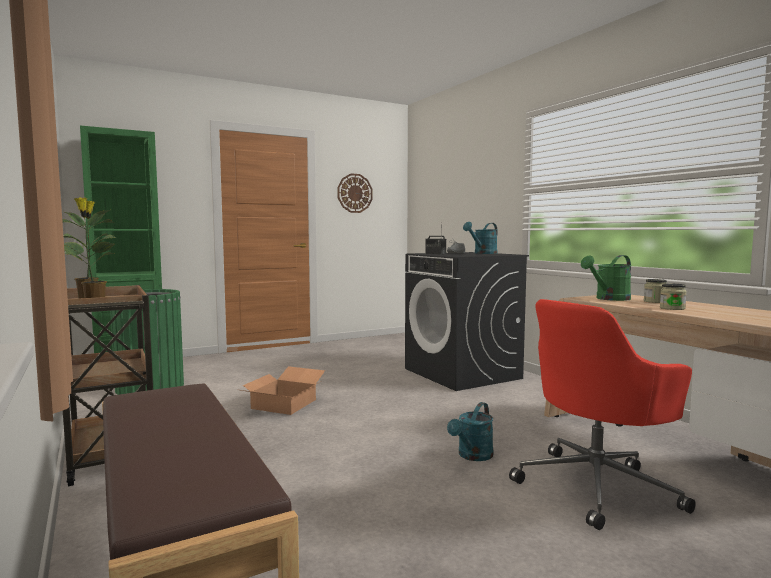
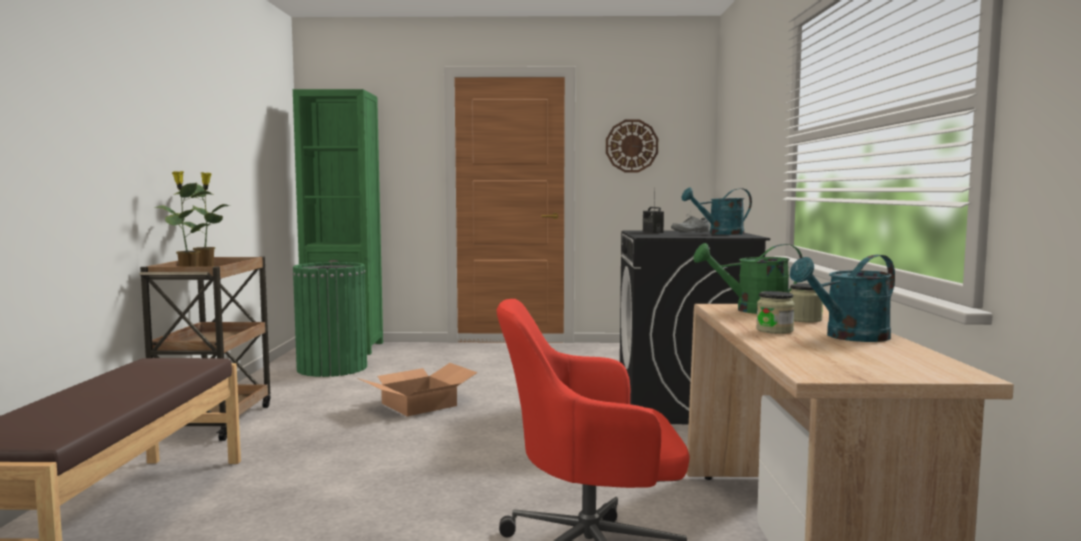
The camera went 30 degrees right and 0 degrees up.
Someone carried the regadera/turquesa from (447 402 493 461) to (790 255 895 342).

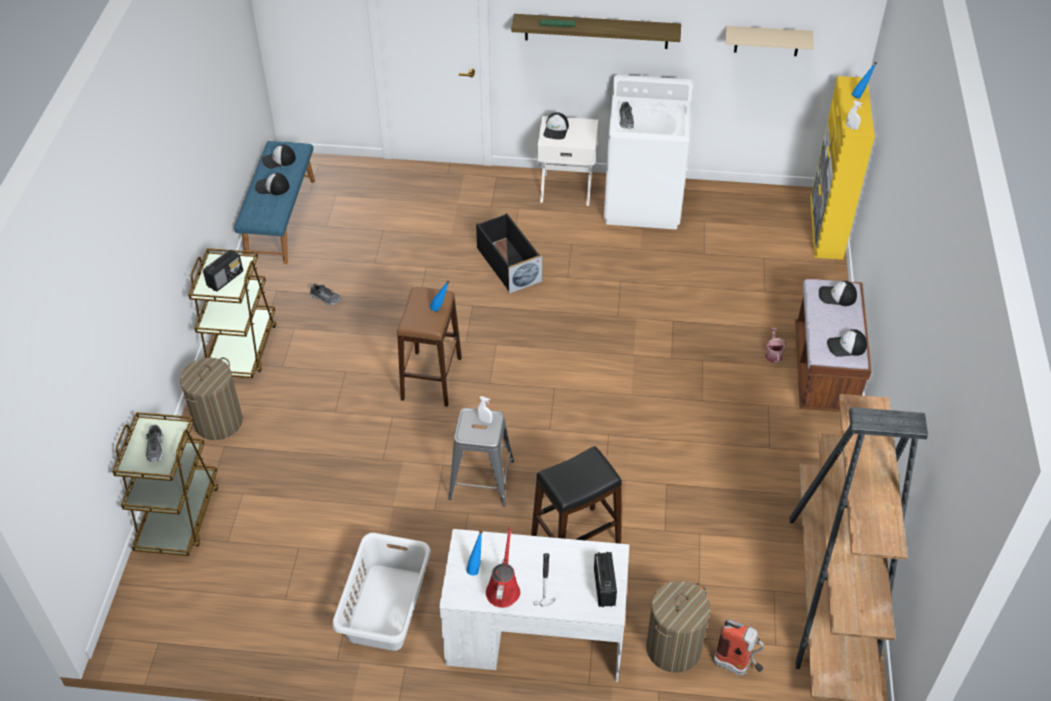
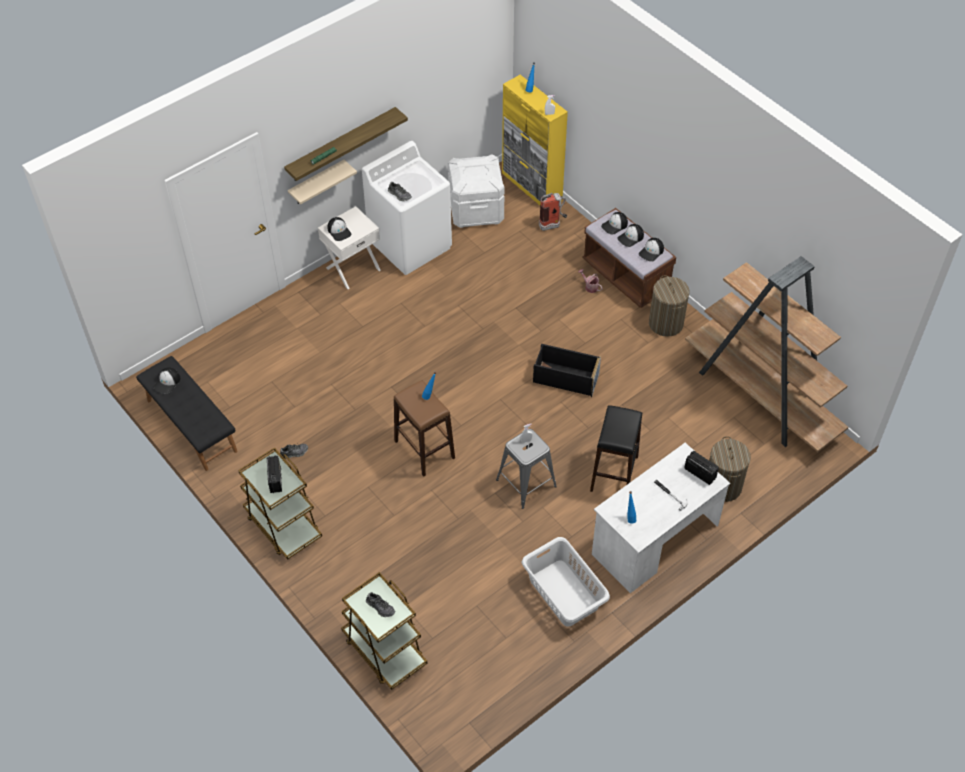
The camera went 45 degrees left and 5 degrees up.
Someone carried the cesto de la ropa from (180 358 242 440) to (649 275 690 337).
Someone repainted the banco/azul at (234 141 315 264), which became the banco/negro at (136 356 237 471).
Someone carried the gorra from (255 173 289 195) to (618 224 644 247).
Someone carried the caja de almacenaje/negro from (476 213 543 294) to (533 344 601 397).
Someone took away the regadera/rojo at (486 527 520 608).
Someone carried the extintor from (713 619 764 676) to (539 193 567 231).
Someone carried the estante/beis from (726 26 814 56) to (288 160 357 205).
Someone put down the caja de almacenaje/blanco at (448 155 505 228).

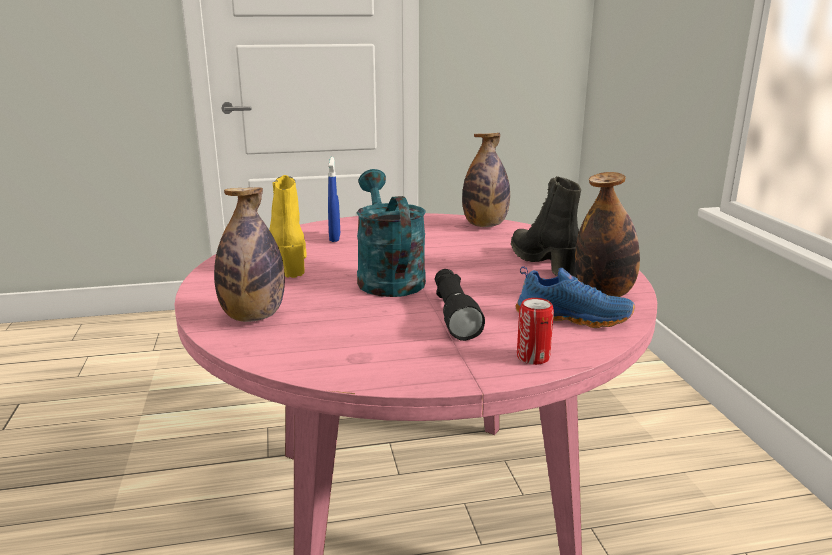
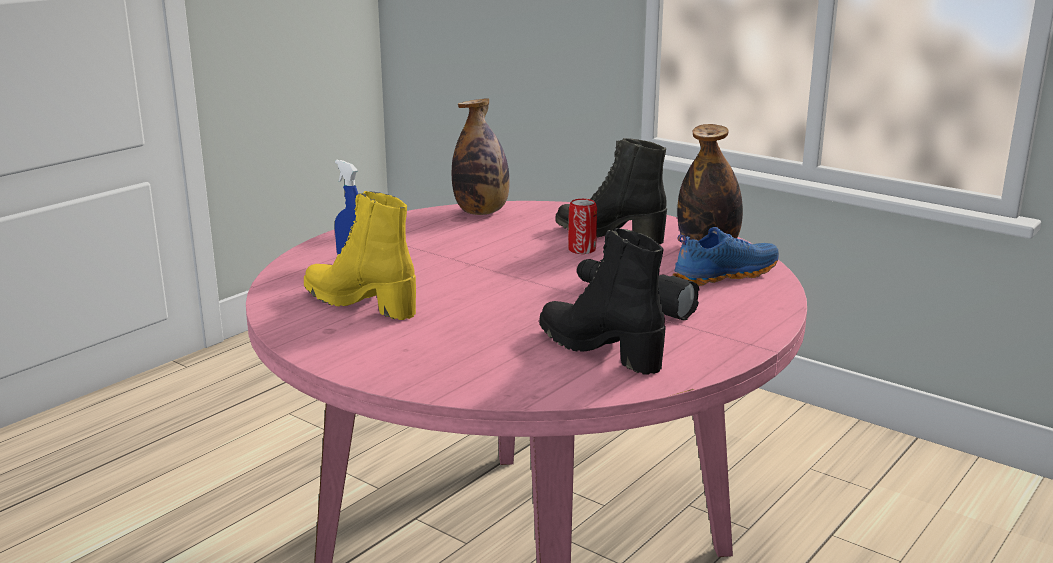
The camera went 40 degrees left and 0 degrees up.
Someone took away the botella at (214 187 285 322).
Someone took away the regadera/turquesa at (356 169 426 297).
Someone carried the lata from (517 298 554 365) to (568 199 597 254).
Someone put down the bota/negro at (539 228 666 375).

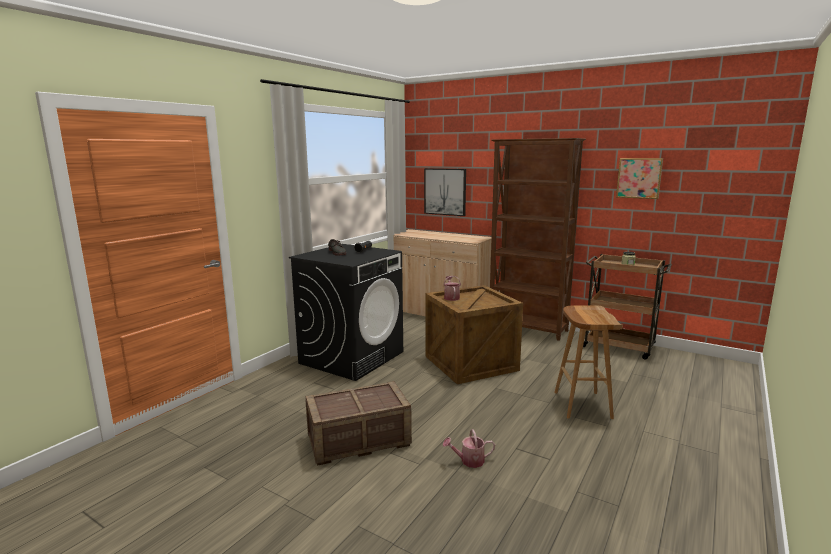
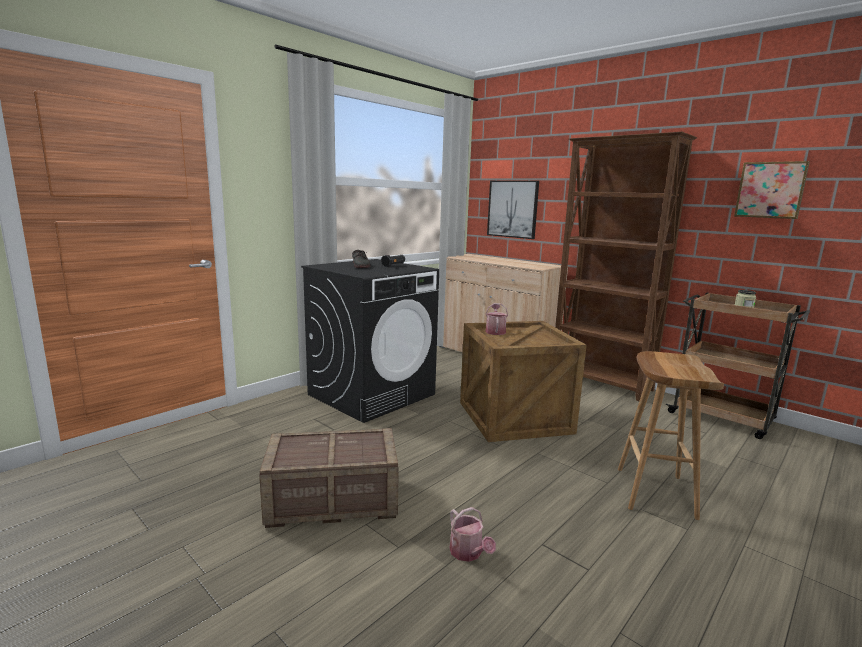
The camera went 10 degrees right and 0 degrees up.
Someone rotated the regadera at (443 429 495 468) by 120 degrees counterclockwise.

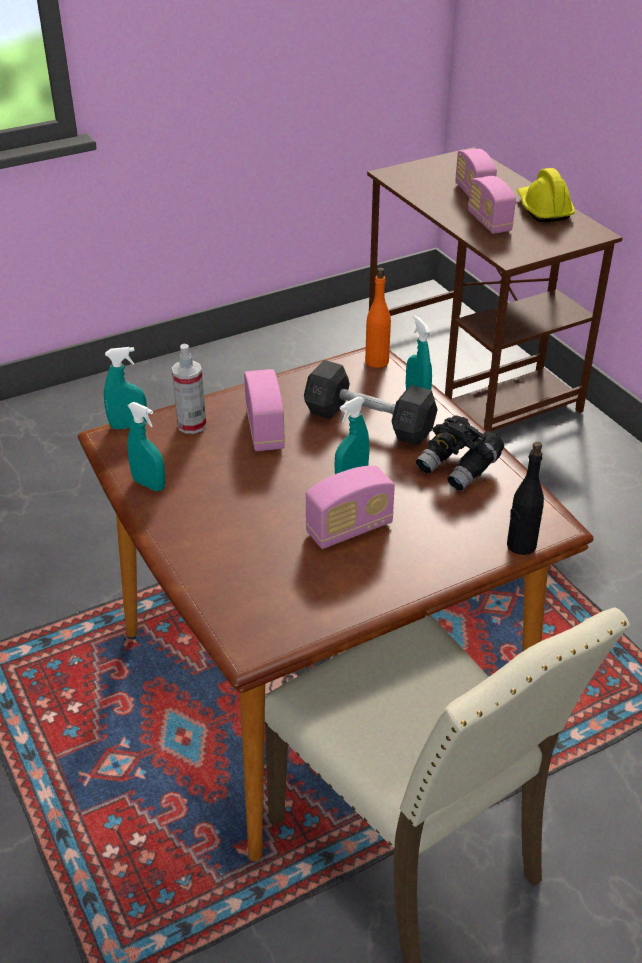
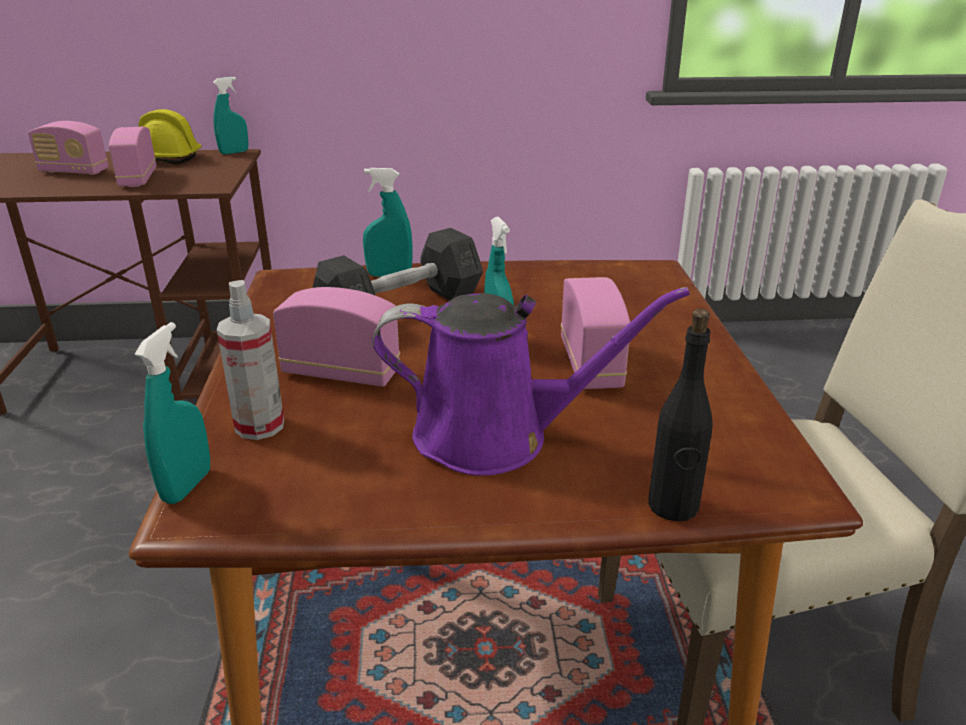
The camera went 65 degrees left and 10 degrees down.
Someone carried the pulverizador/turquesa from (127 402 165 491) to (213 77 249 155).
Someone took away the botella/naranja at (365 268 391 368).
Someone took away the prismáticos/negro at (416 415 504 491).
Someone rotated the radio at (468 176 516 234) by 75 degrees clockwise.
Someone carried the botella/negro from (507 442 544 555) to (648 309 713 521).
Someone put down the regadera/morado at (372 287 690 476).

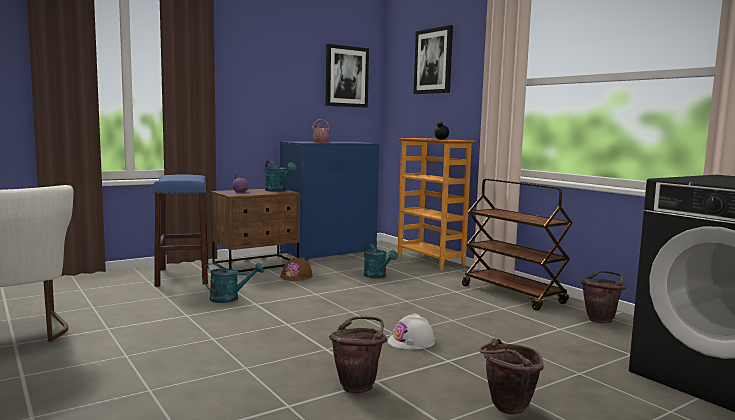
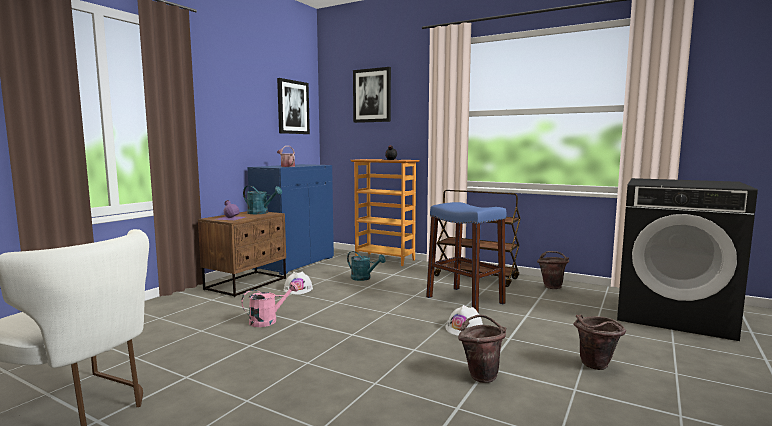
The camera went 25 degrees left and 0 degrees up.
Someone carried the taburete/azul from (153 175 209 287) to (426 202 506 313).
Someone repainted the regadera/turquesa at (202 262 264 303), which became the regadera/rosa at (241 282 298 327).
Someone repainted the casco/marrón at (280 257 313 281), which became the casco/blanco at (283 271 313 294).

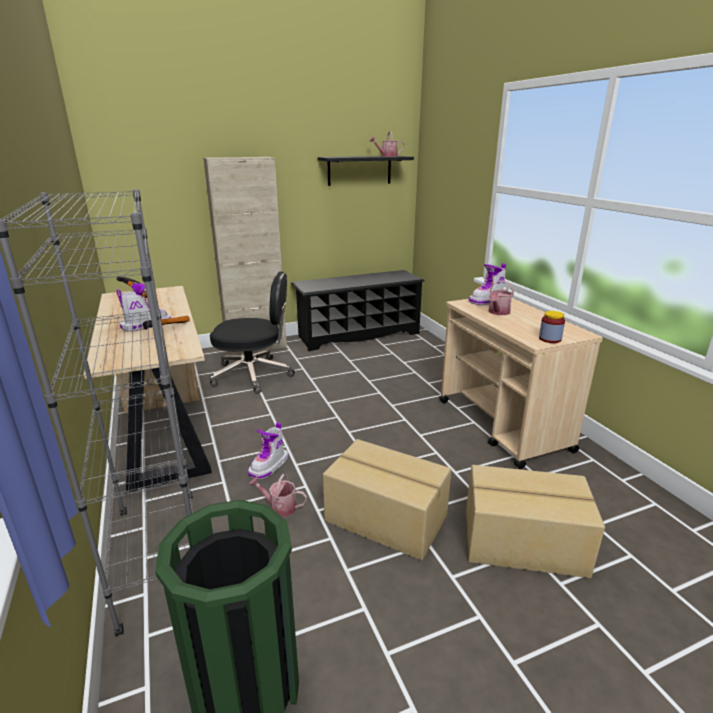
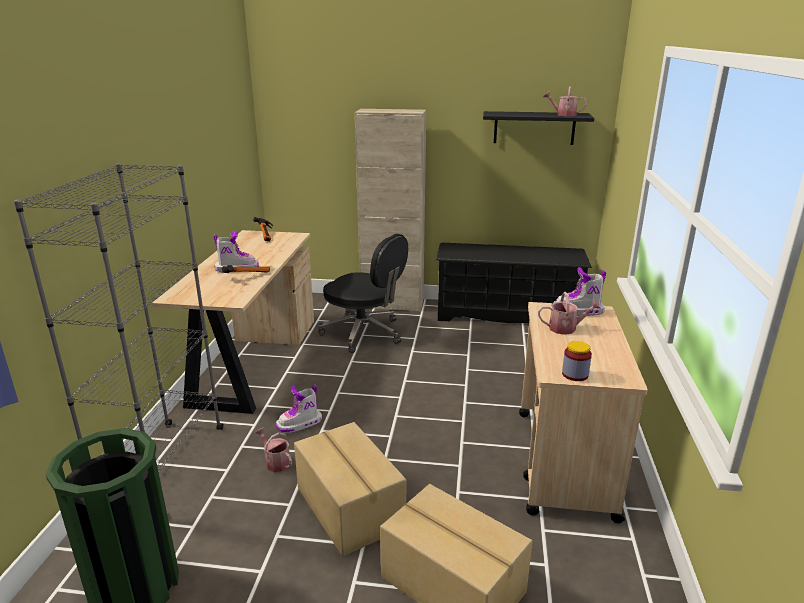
The camera went 30 degrees right and 0 degrees up.
Someone rotated the regadera at (489 280 514 315) by 150 degrees counterclockwise.

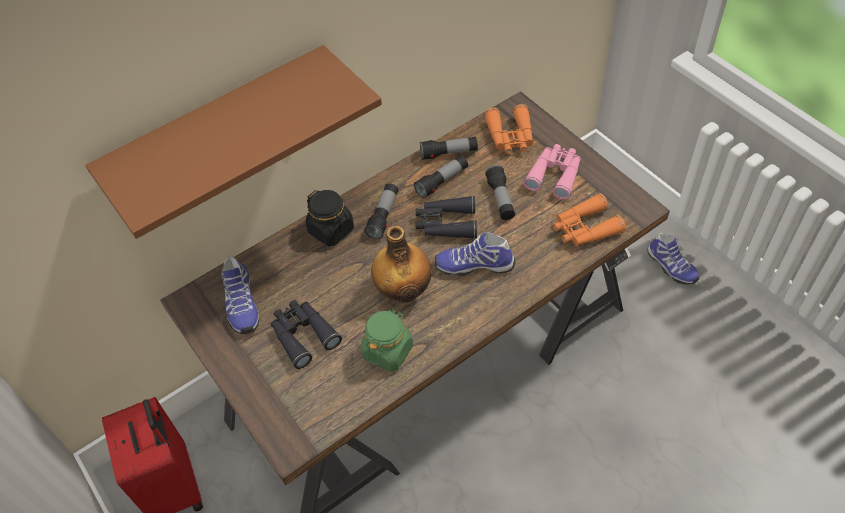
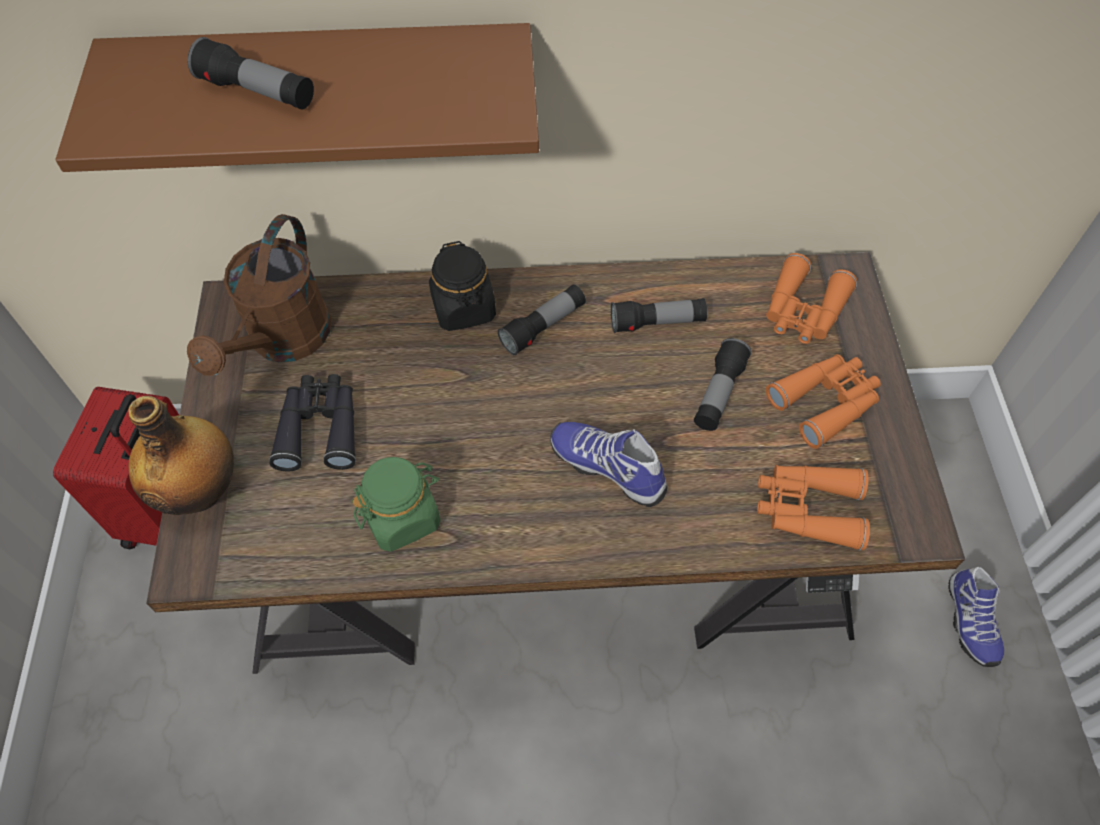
The camera went 30 degrees right and 5 degrees up.
Someone swapped the zapato at (221 256 259 334) for the regadera/marrón at (187 214 331 376).
Someone carried the botella from (371 226 432 303) to (128 396 234 515).
Someone took away the prismáticos/negro at (416 196 477 239).
Someone carried the linterna from (420 136 478 160) to (187 37 314 109).
Someone repainted the prismáticos/rosa at (523 144 581 200), which became the prismáticos/naranja at (766 354 881 449).

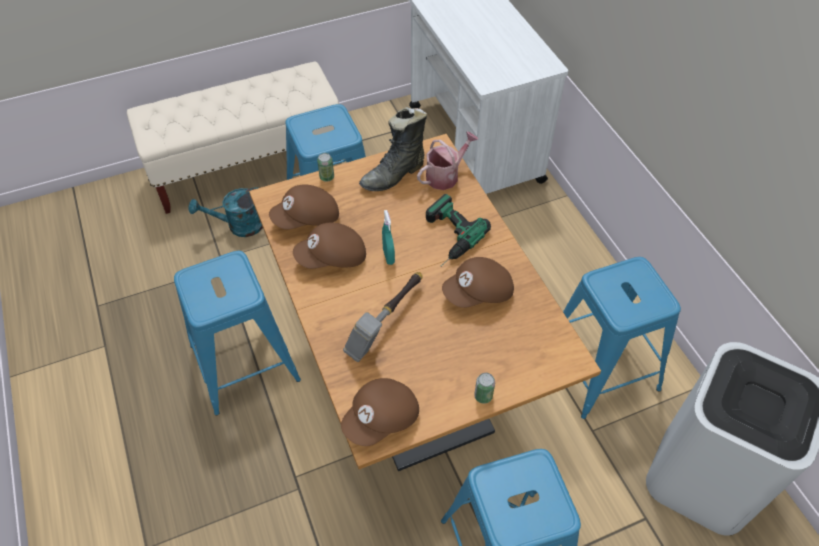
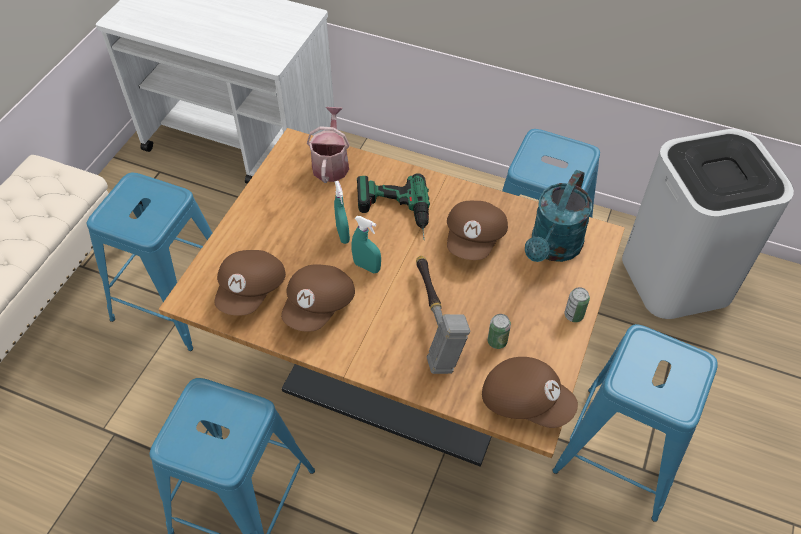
The camera went 45 degrees left and 0 degrees up.
Someone carried the regadera/turquesa from (189 187 263 237) to (525 170 592 262).
Someone carried the lata from (317 153 334 182) to (487 314 511 349).
Someone rotated the gorra/marrón at (341 378 419 446) by 60 degrees counterclockwise.
Someone took away the bota/negro at (359 107 427 191).
Someone put down the pulverizador/turquesa at (334 181 350 244).

